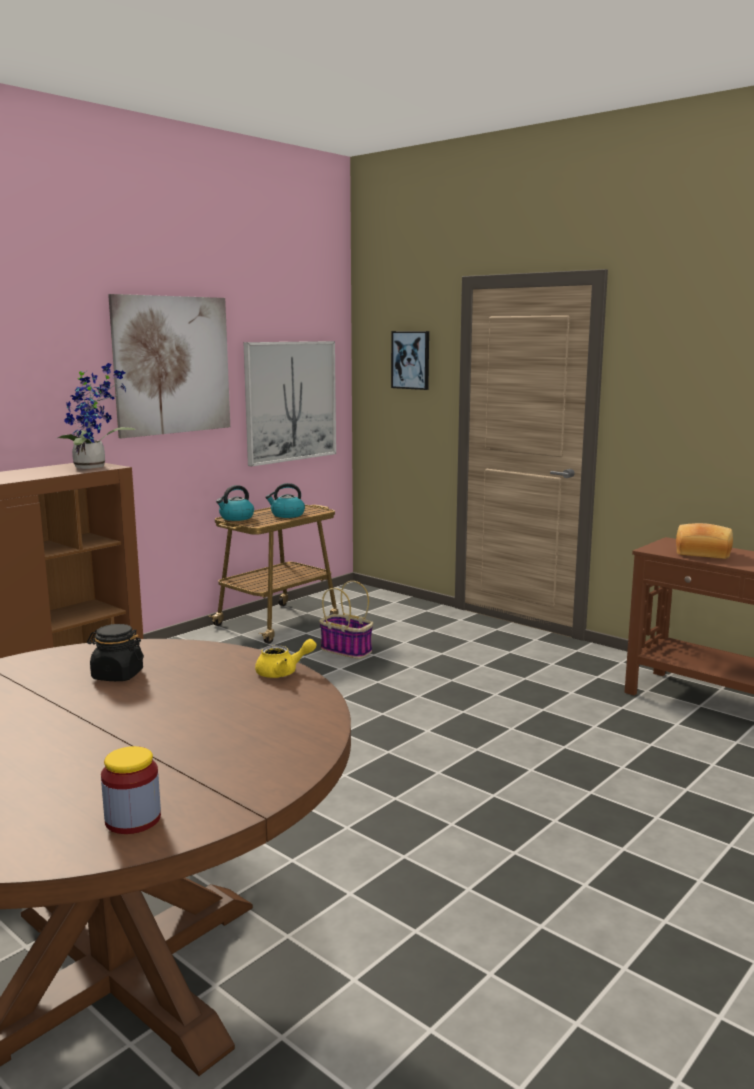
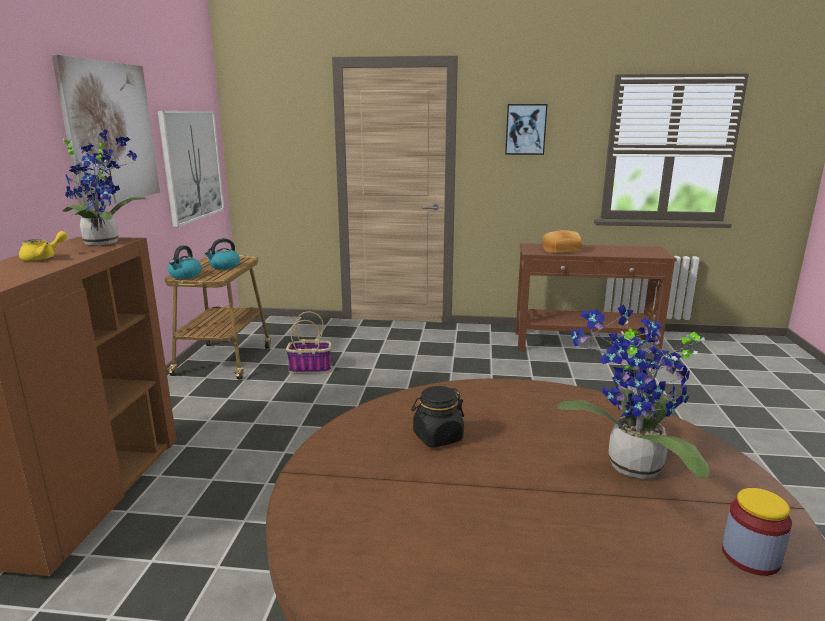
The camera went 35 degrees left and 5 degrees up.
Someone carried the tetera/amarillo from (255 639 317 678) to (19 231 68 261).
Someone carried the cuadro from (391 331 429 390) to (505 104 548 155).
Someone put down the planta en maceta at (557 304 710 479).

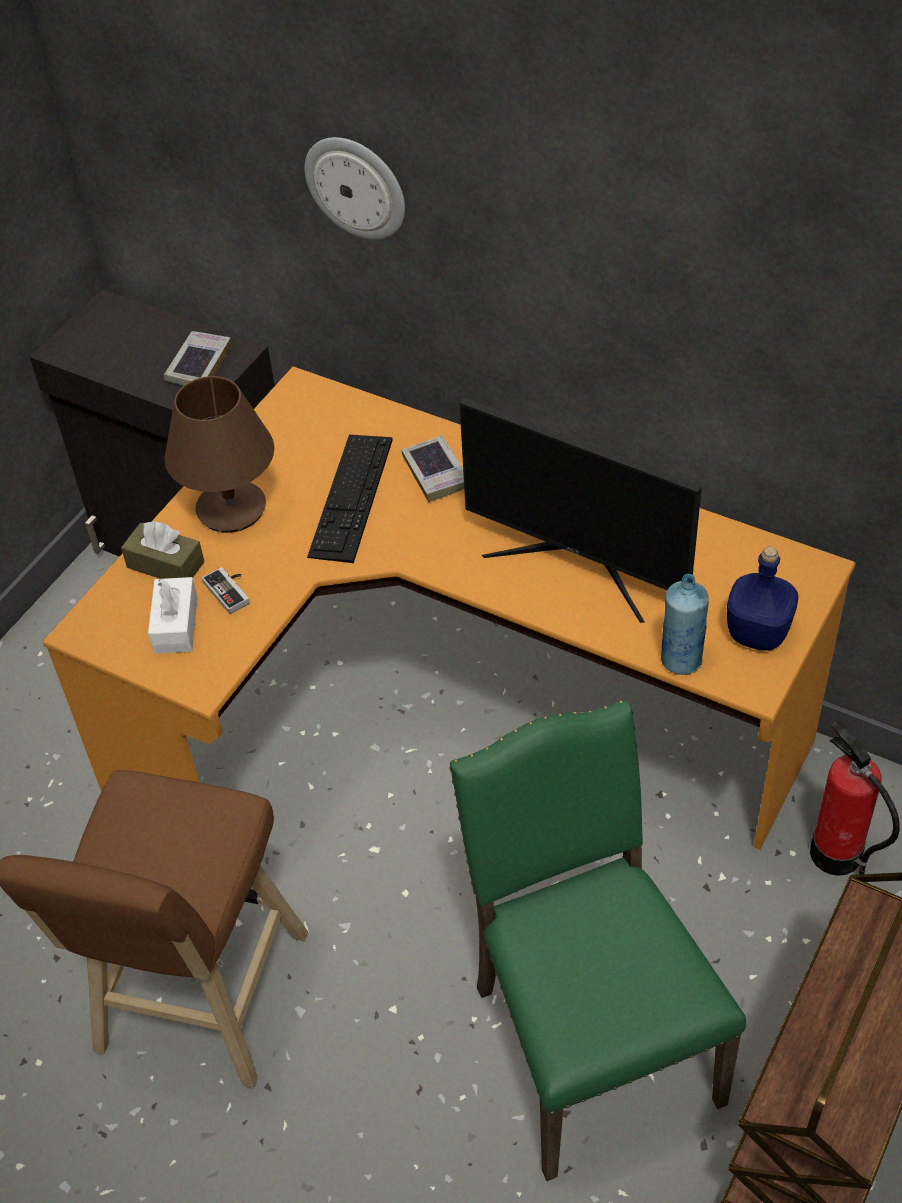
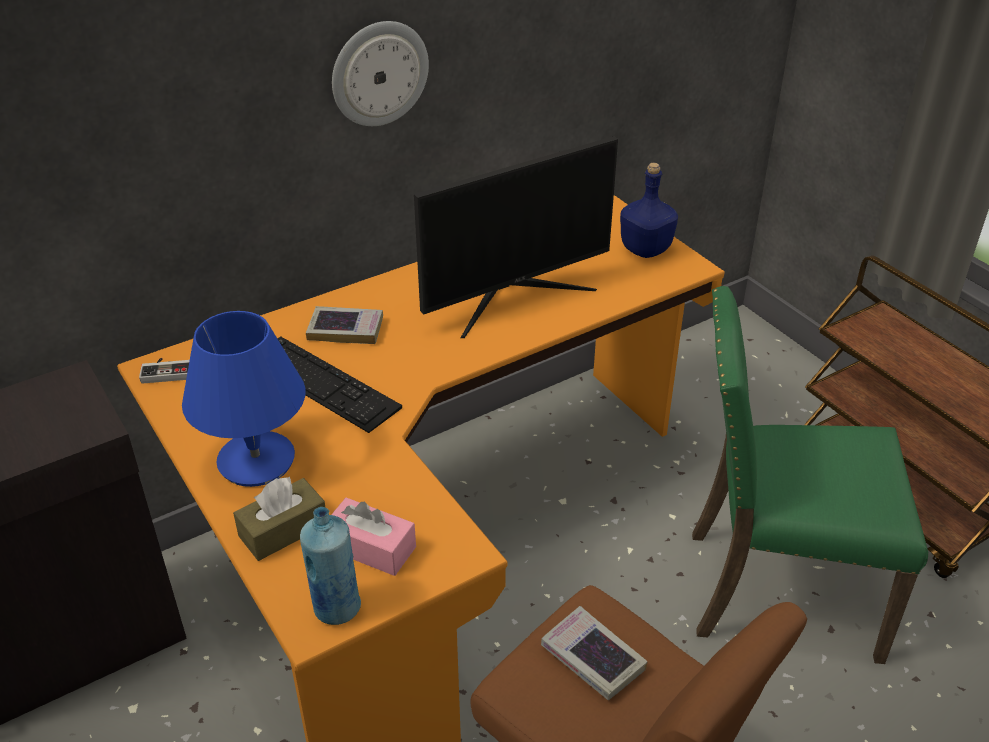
The camera went 65 degrees left and 10 degrees down.
Someone repainted the caja de pañuelos/blanco at (148 577 198 654), which became the caja de pañuelos/rosa at (331 498 416 576).
Someone carried the libro from (164 331 231 385) to (541 606 648 700).
Someone repainted the lámpara de mesa/marrón at (164 376 274 533), which became the lámpara de mesa/azul at (182 311 306 487).
Someone carried the mando de consola from (202 567 250 614) to (139 358 190 384).
Someone carried the reloj de pared from (305 137 405 239) to (332 21 429 126).
Someone carried the botella/azul from (661 574 709 675) to (300 507 361 625).
Someone took away the extintor at (810 720 900 876).

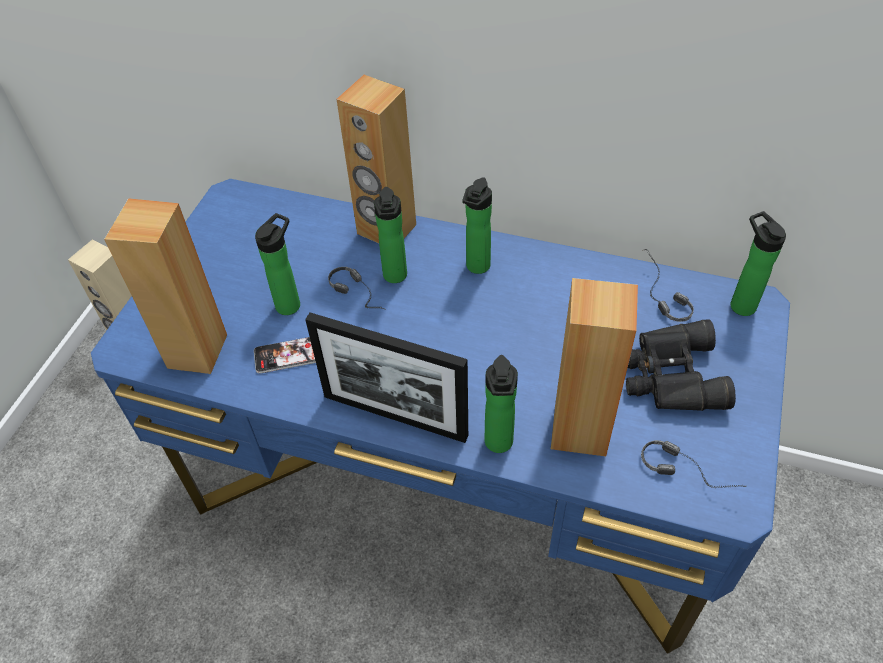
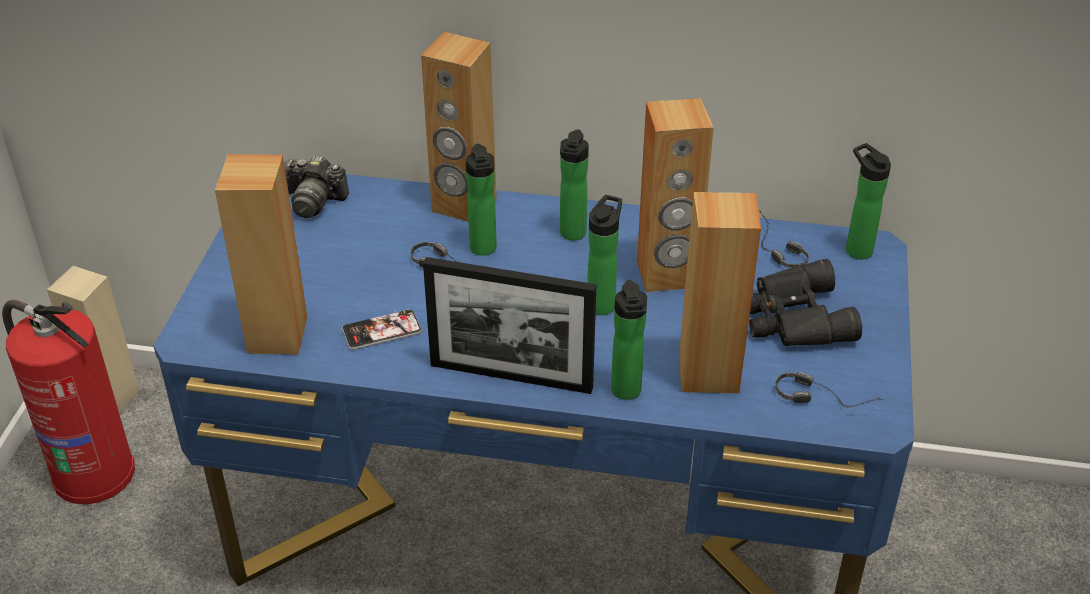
The camera went 10 degrees left and 10 degrees down.
Someone carried the botella from (255 213 300 315) to (587 195 622 315).
Someone put down the extintor at (2 300 135 504).
Someone put down the cámara at (284 156 349 218).
Someone put down the altavoz/marrón at (637 98 714 292).

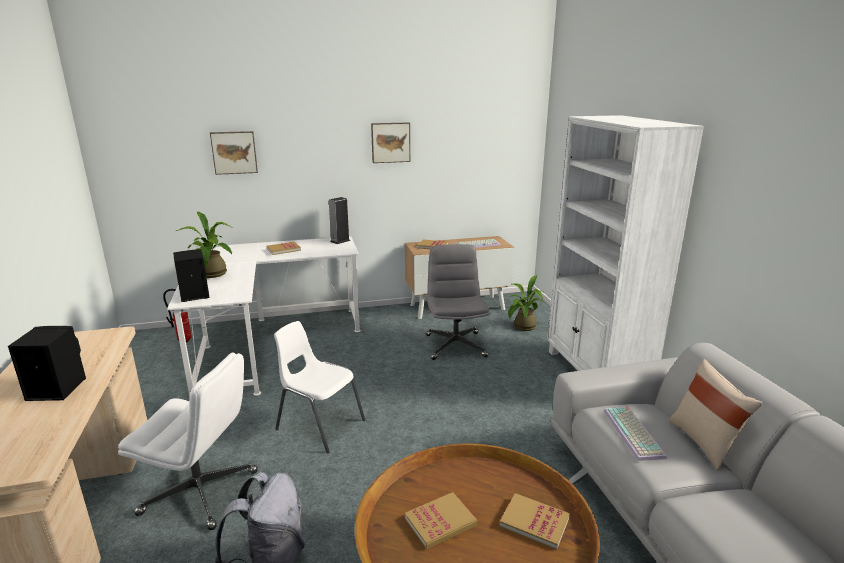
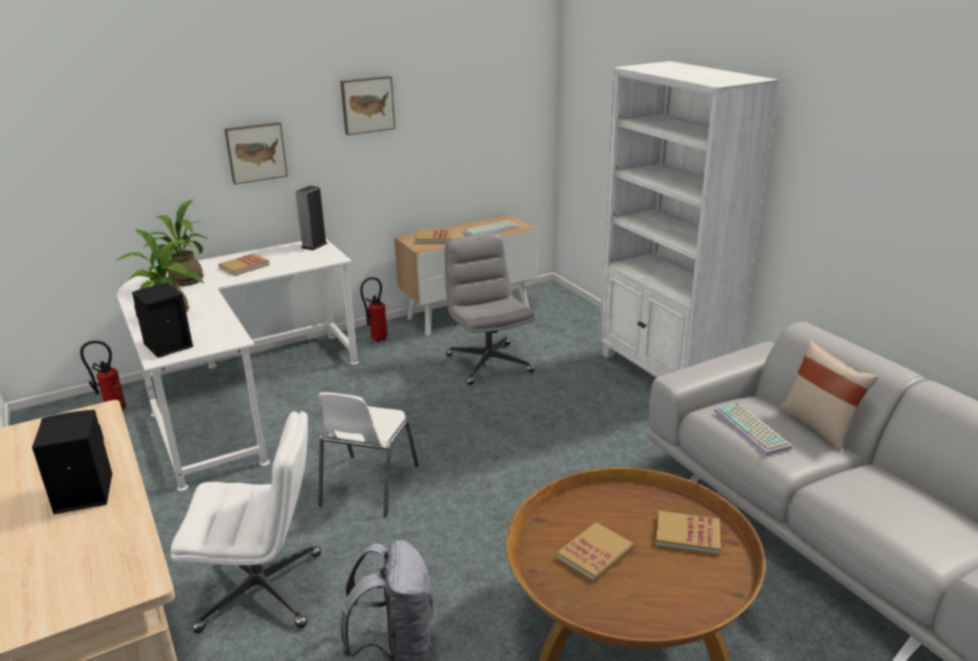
The camera went 15 degrees left and 5 degrees up.
Someone carried the cuadro from (210 131 258 175) to (224 122 288 184).
Someone rotated the silla/blanco at (274 321 365 453) by 90 degrees counterclockwise.
Someone carried the planta en maceta from (508 275 544 331) to (143 200 209 286).
Someone put down the extintor at (360 277 387 342).

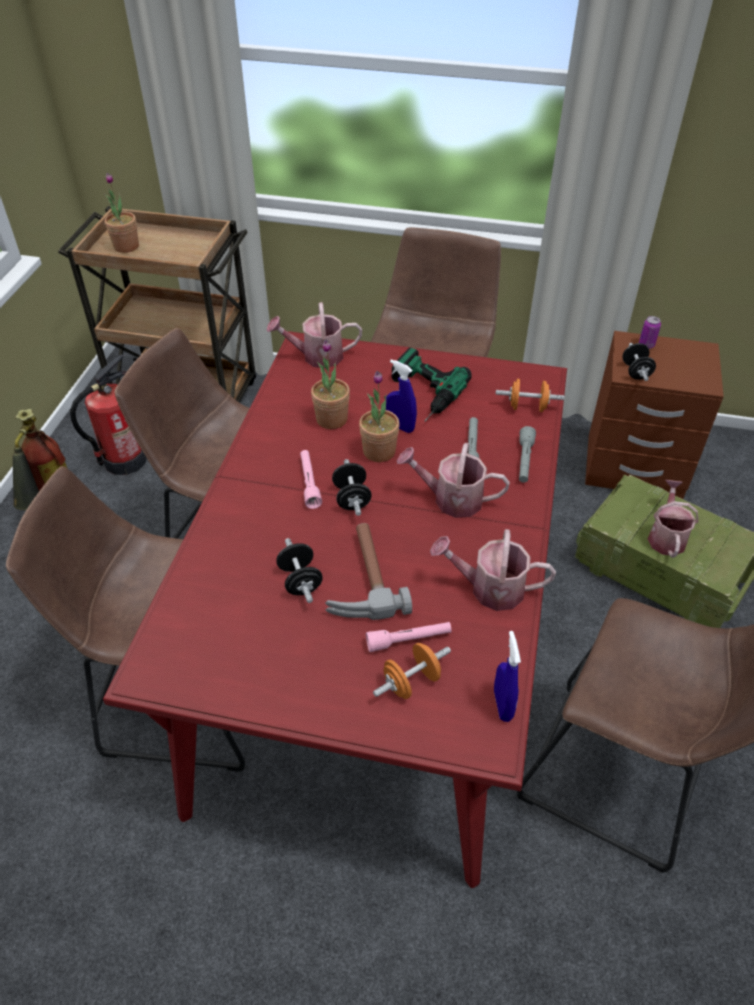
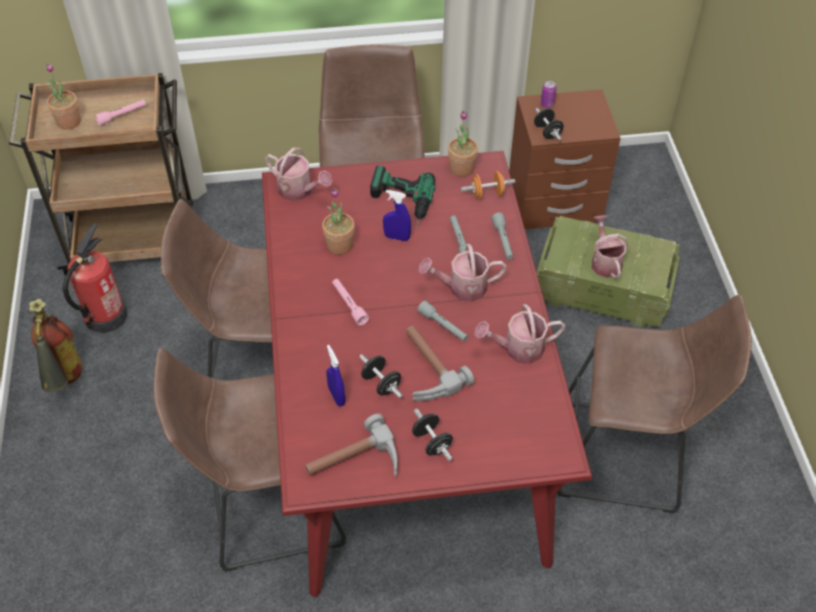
The camera went 20 degrees left and 5 degrees up.
Someone rotated the regadera at (266 302 362 368) by 120 degrees counterclockwise.
Someone carried the mancuerna/negro from (332 459 371 516) to (412 409 453 461).
Someone carried the planta en maceta from (359 371 400 462) to (448 111 478 177).
Someone carried the linterna/rosa from (366 622 452 652) to (95 100 146 126).
Someone took away the mancuerna/naranja at (373 643 451 699).
Someone carried the pulverizador/azul from (494 631 521 722) to (326 345 346 406).
Someone put down the martillo at (305 414 397 476).
Someone put down the linterna/gris at (417 301 468 342).

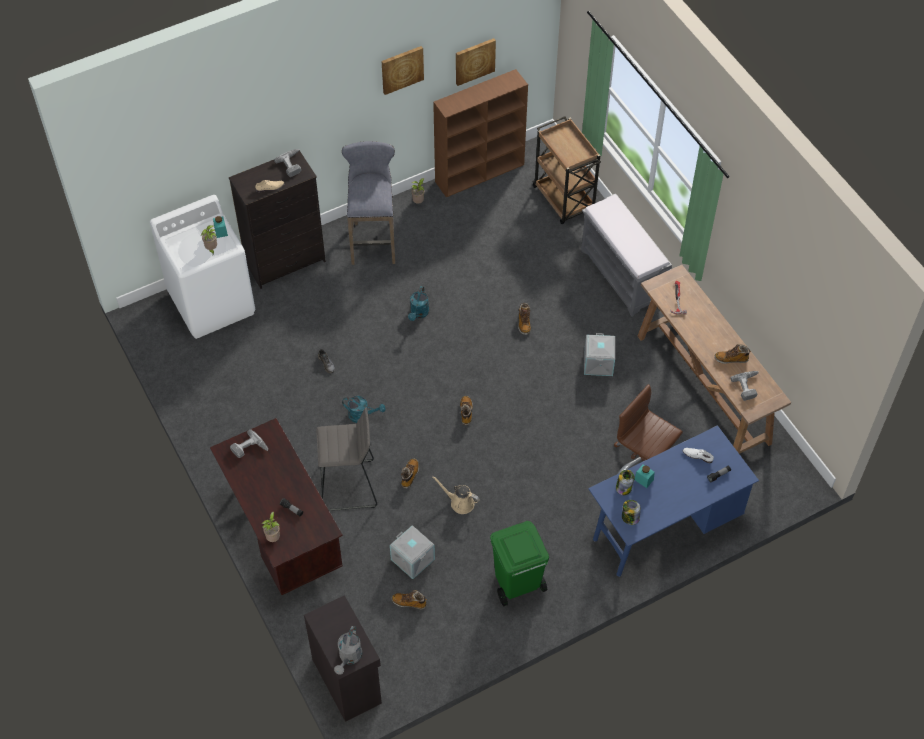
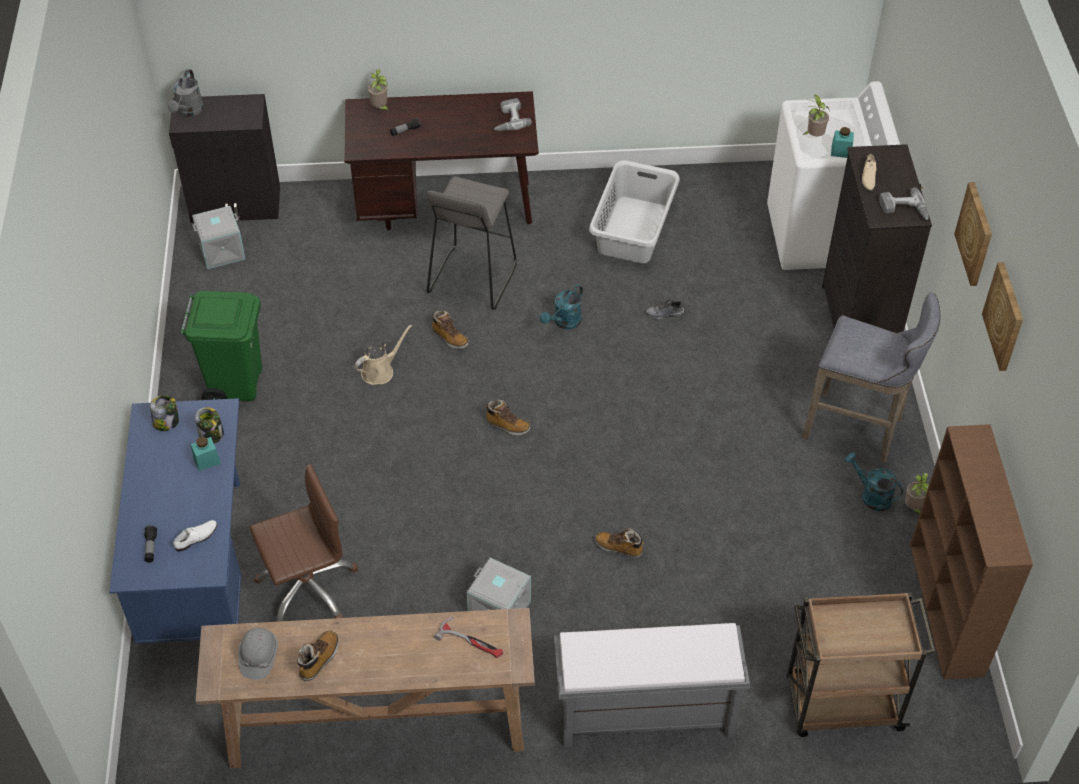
The camera went 115 degrees right and 5 degrees down.
Someone rotated the regadera/gris at (334 626 362 675) by 120 degrees counterclockwise.
Someone carried the caja de almacenaje/gris from (390 525 435 579) to (192 206 245 269).
Someone took away the bota at (392 590 427 610).
Someone carried the regadera/turquesa from (408 286 429 321) to (844 452 904 511).
Someone carried the cuadro from (456 38 496 86) to (954 182 992 286).
Someone swapped the taladro at (731 371 759 401) for the casco/gris at (238 628 278 680).
Someone put down the cesto de la ropa/gris at (589 160 680 263).

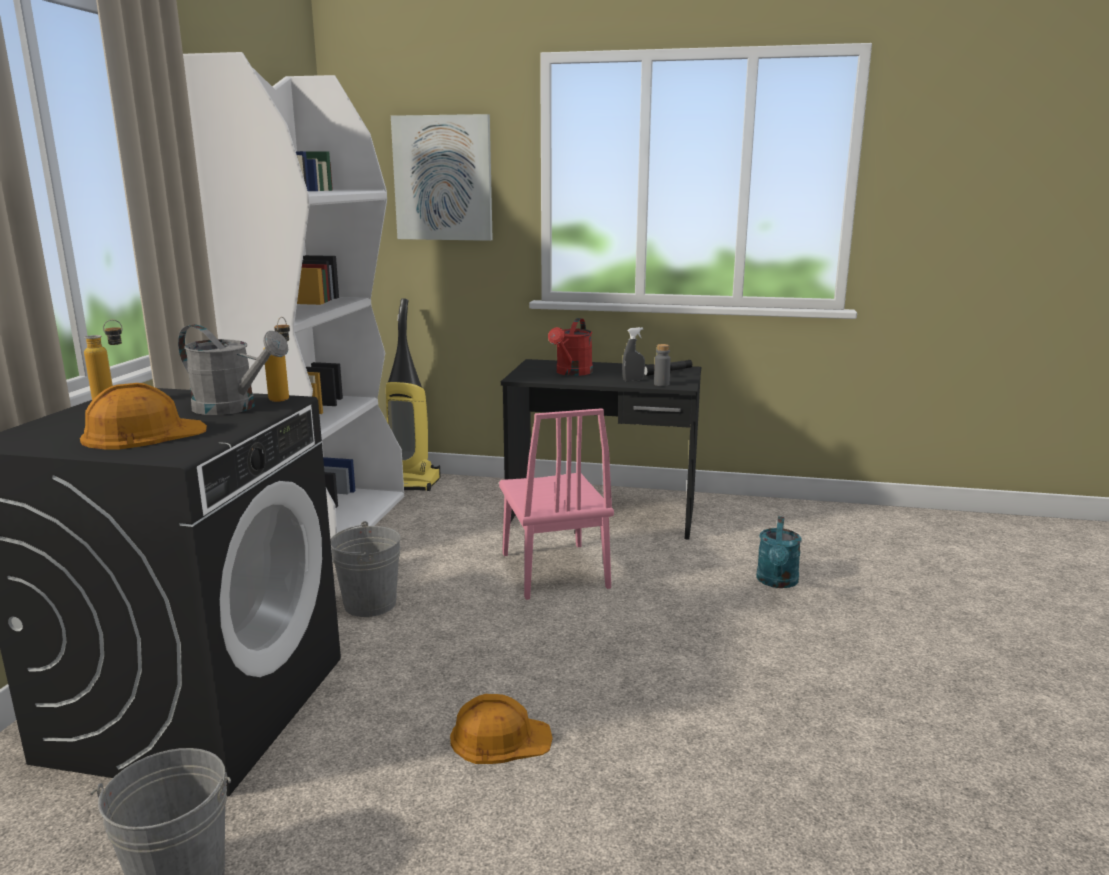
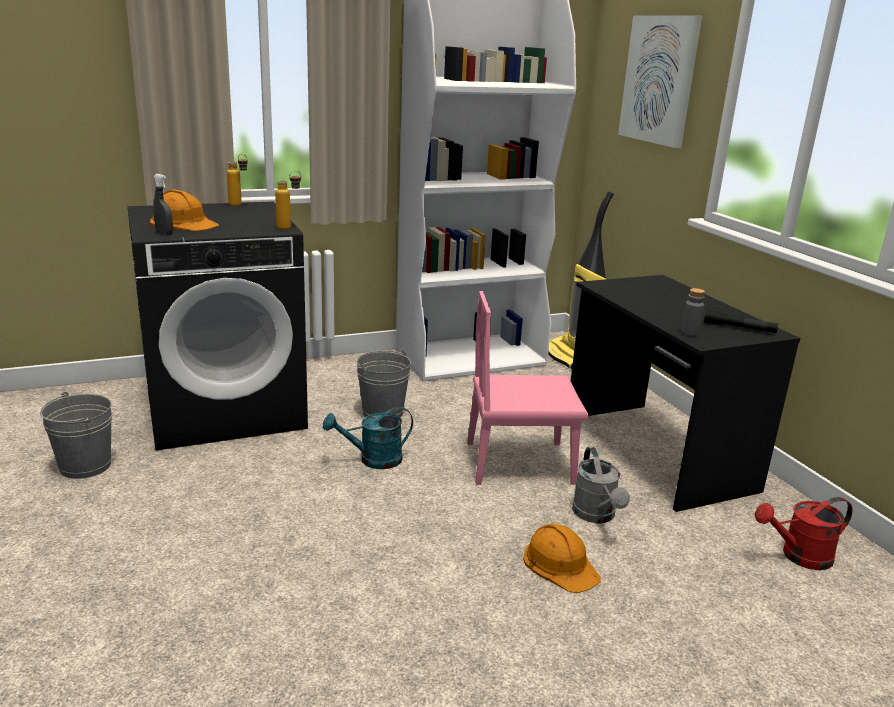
The camera went 55 degrees right and 5 degrees up.
Someone carried the regadera/gris from (178 324 288 415) to (572 447 630 523).
Someone carried the casco/naranja from (450 694 553 764) to (523 523 601 593).
Someone rotated the silla/rosa at (499 408 614 600) by 45 degrees clockwise.
Someone carried the regadera/rojo from (548 318 593 376) to (755 497 853 570).
Someone carried the pulverizador/gris from (622 327 645 382) to (153 174 173 235).
Someone carried the regadera/turquesa from (756 516 802 588) to (323 407 413 469).

